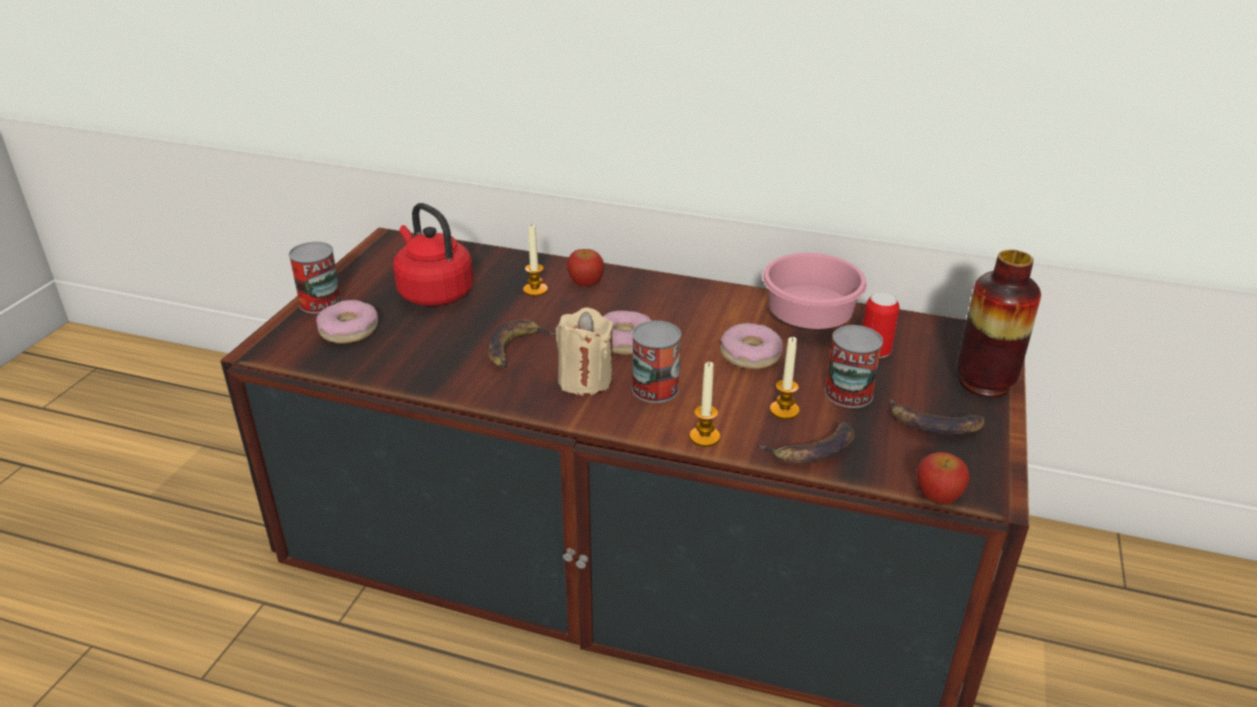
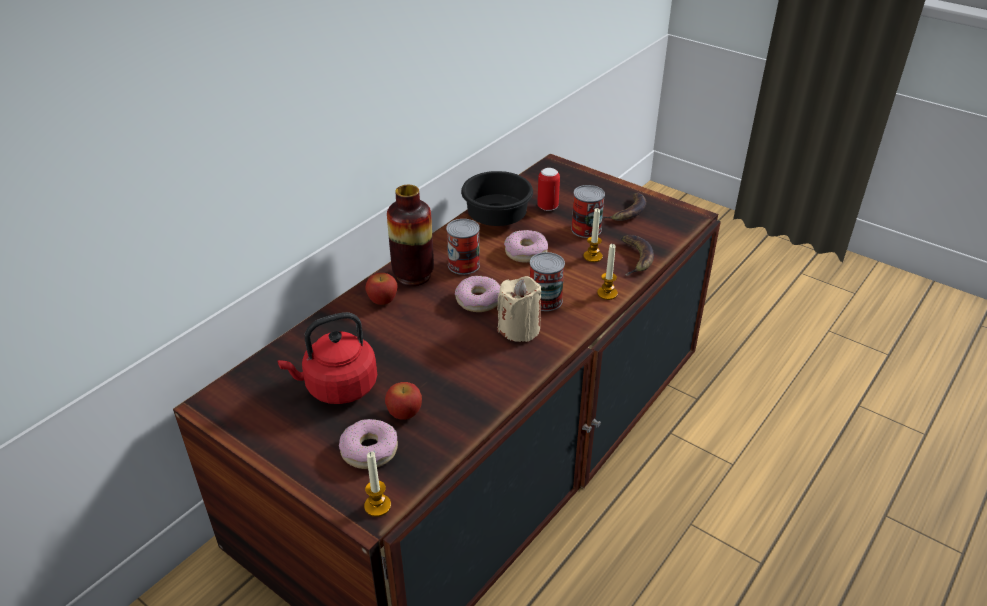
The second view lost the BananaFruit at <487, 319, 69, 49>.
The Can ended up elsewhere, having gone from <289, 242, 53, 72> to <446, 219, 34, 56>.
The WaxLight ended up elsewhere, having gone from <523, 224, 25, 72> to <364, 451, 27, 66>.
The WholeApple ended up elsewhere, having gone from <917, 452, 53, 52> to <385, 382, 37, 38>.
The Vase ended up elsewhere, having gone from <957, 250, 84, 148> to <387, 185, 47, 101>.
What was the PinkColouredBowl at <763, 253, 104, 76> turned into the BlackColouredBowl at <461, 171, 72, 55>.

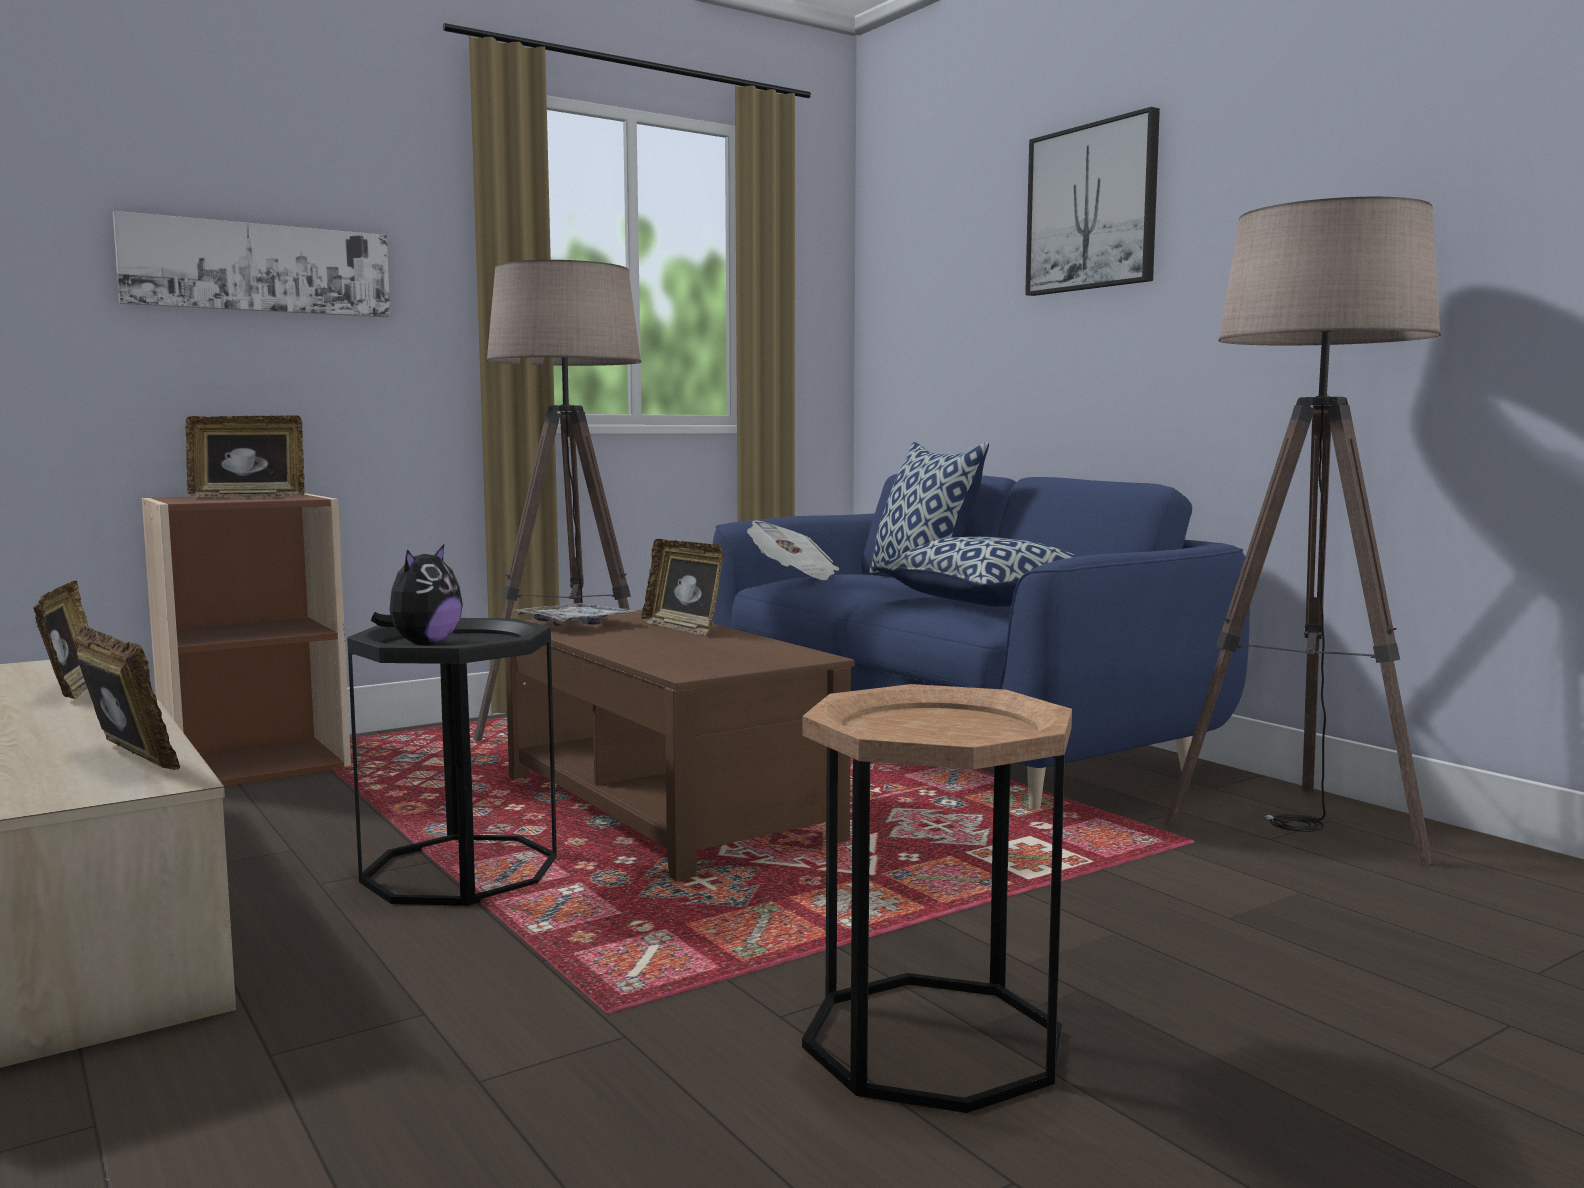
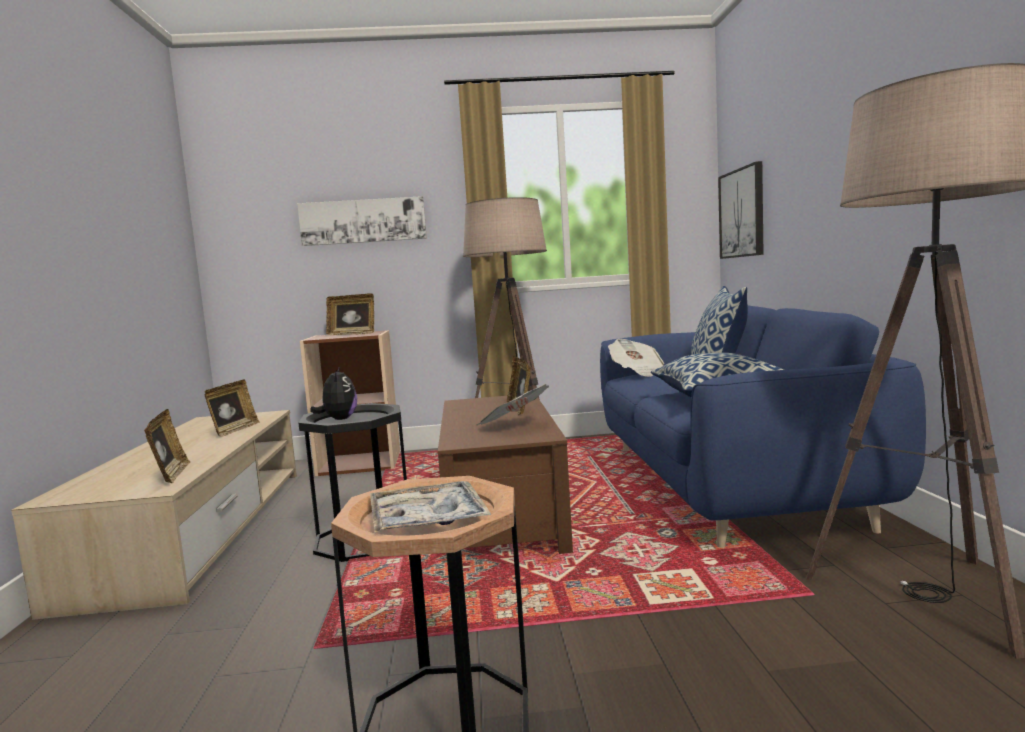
The second view gained the DailyPaper at <477, 384, 72, 41>.
The Tray ended up elsewhere, having gone from <514, 603, 123, 23> to <370, 481, 121, 52>.
The WallPicture ended up elsewhere, having gone from <1025, 107, 135, 189> to <718, 161, 46, 98>.
The CuddlyToy at <371, 545, 92, 100> ended up facing another way, 60 degrees counterclockwise from before.

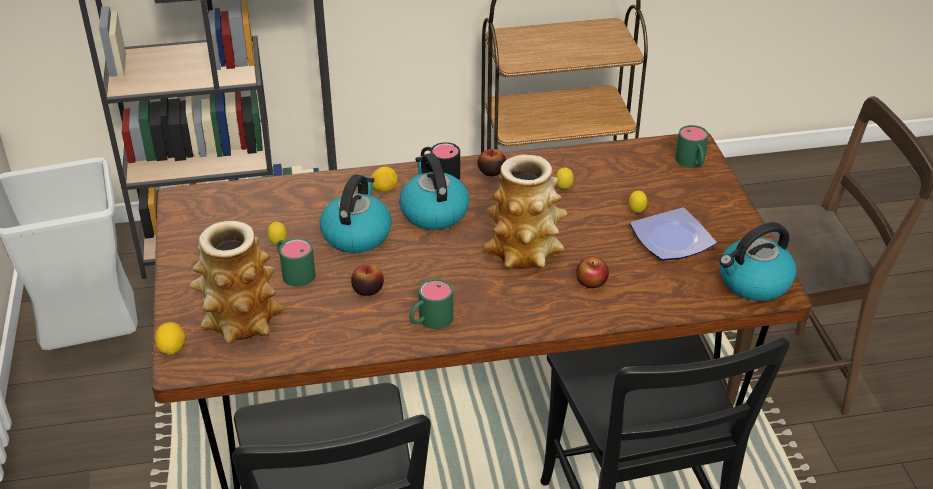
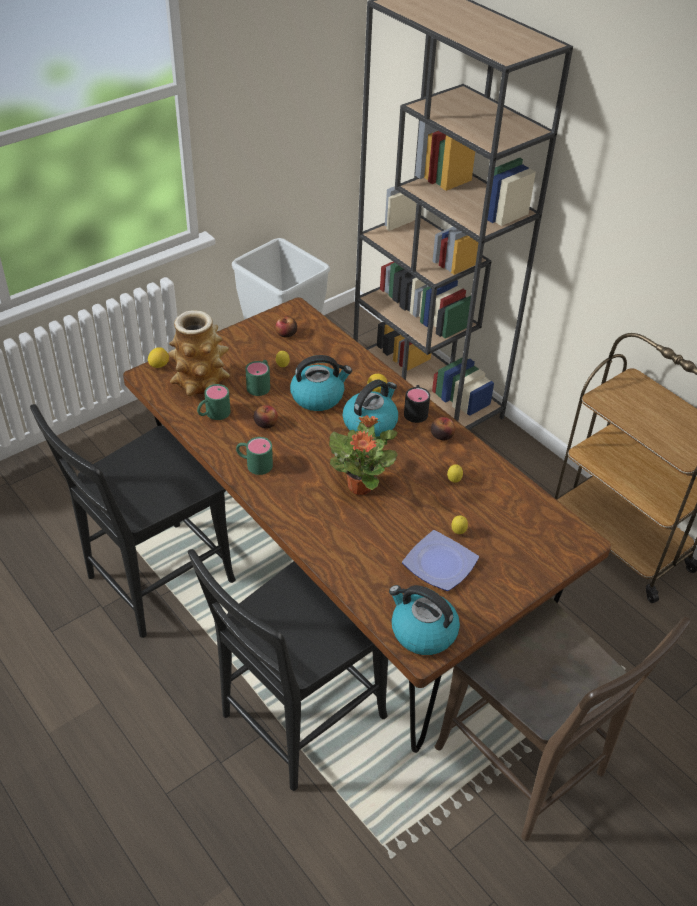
The WholeApple ended up elsewhere, having gone from <576, 257, 33, 31> to <275, 316, 22, 22>.
The GreenishTeaMug ended up elsewhere, having gone from <675, 125, 34, 43> to <197, 384, 33, 36>.
Where the Vase stood at <483, 154, 84, 115>, the Houseplant came to stand at <329, 415, 69, 80>.

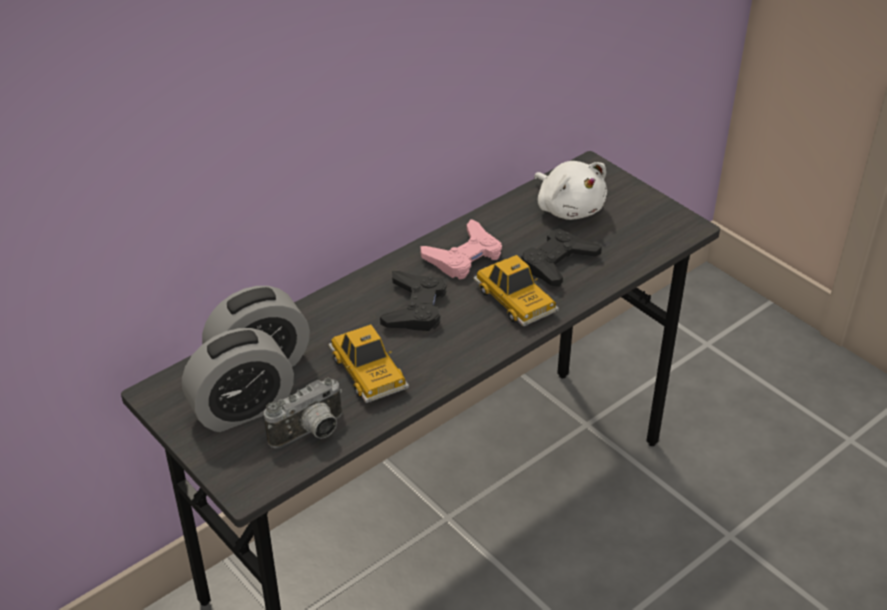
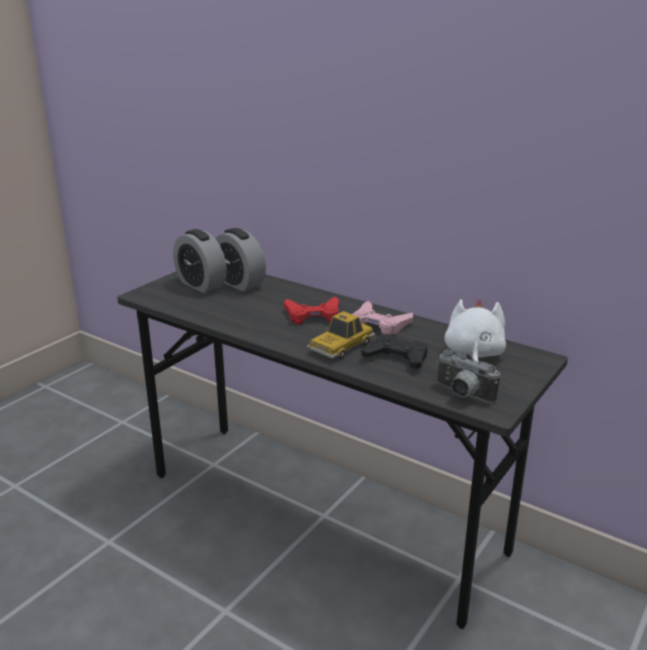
The second view lost the ModelCar at <328, 324, 81, 79>.
The StillCamera ended up elsewhere, having gone from <264, 378, 79, 70> to <437, 349, 63, 54>.
What was the BlackColouredJoypad at <380, 271, 67, 60> turned into the RedJoypad at <284, 296, 55, 29>.
The WhitishCuddlyToy at <534, 161, 73, 59> ended up facing another way, 150 degrees clockwise from before.

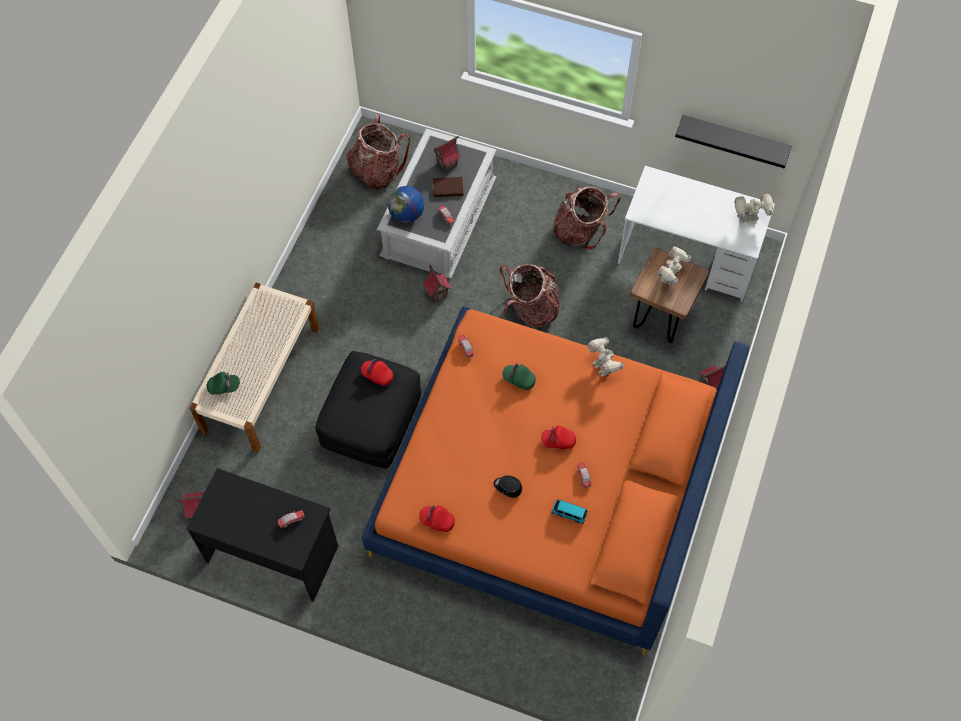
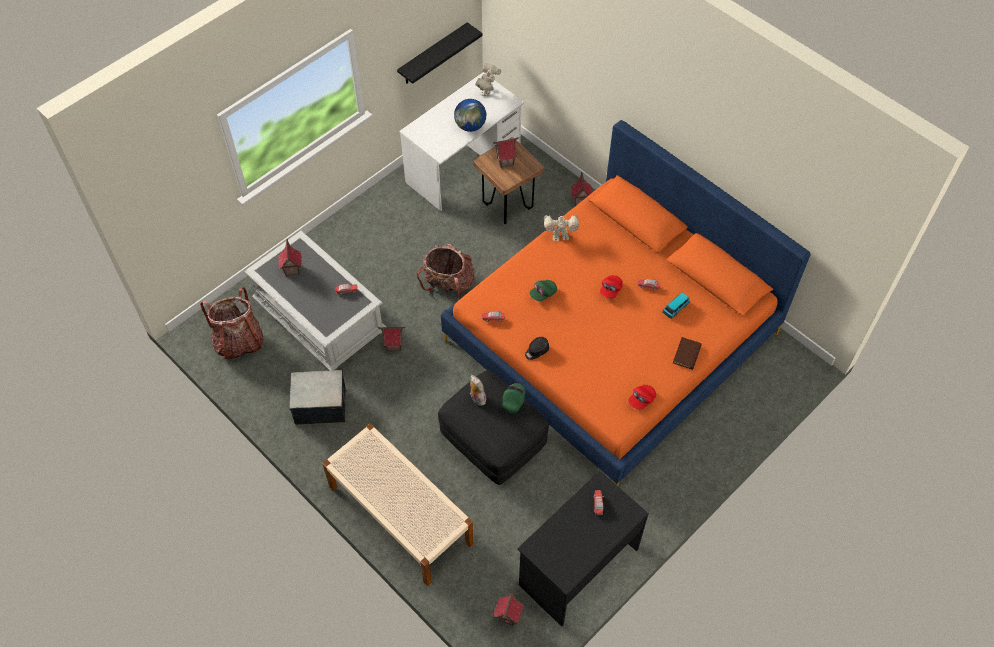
The second view lost the Backpack at <553, 186, 67, 64>.
The second view gained the StorageBox at <289, 370, 57, 55>.
The GreenishPeakedCap ended up elsewhere, having gone from <207, 372, 33, 23> to <502, 383, 24, 30>.
The Globe ended up elsewhere, having gone from <388, 186, 36, 37> to <454, 99, 32, 33>.
The BrownBoundBook ended up elsewhere, having gone from <433, 177, 31, 20> to <673, 337, 29, 33>.
The BlackColouredPeakedCap ended up elsewhere, having gone from <494, 475, 28, 23> to <525, 337, 24, 23>.
Where the RedPeakedCap stood at <361, 359, 32, 27>, the CuddlyToy came to stand at <470, 375, 16, 31>.
Where the RobotFigure stood at <657, 246, 34, 39>, the ModelHouse came to stand at <493, 137, 26, 31>.

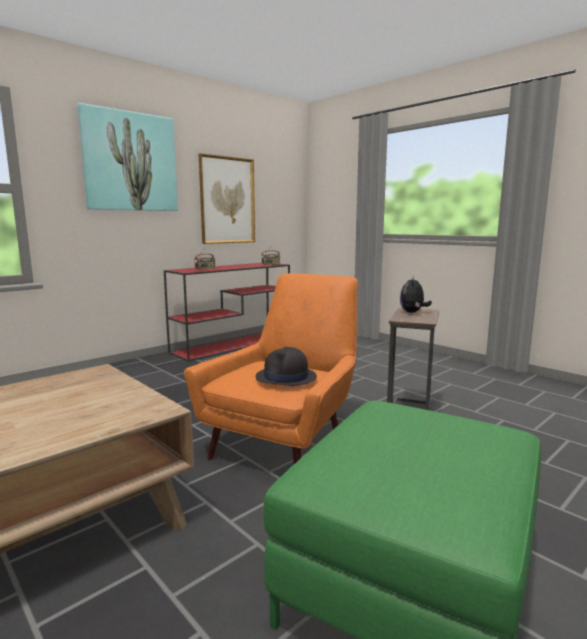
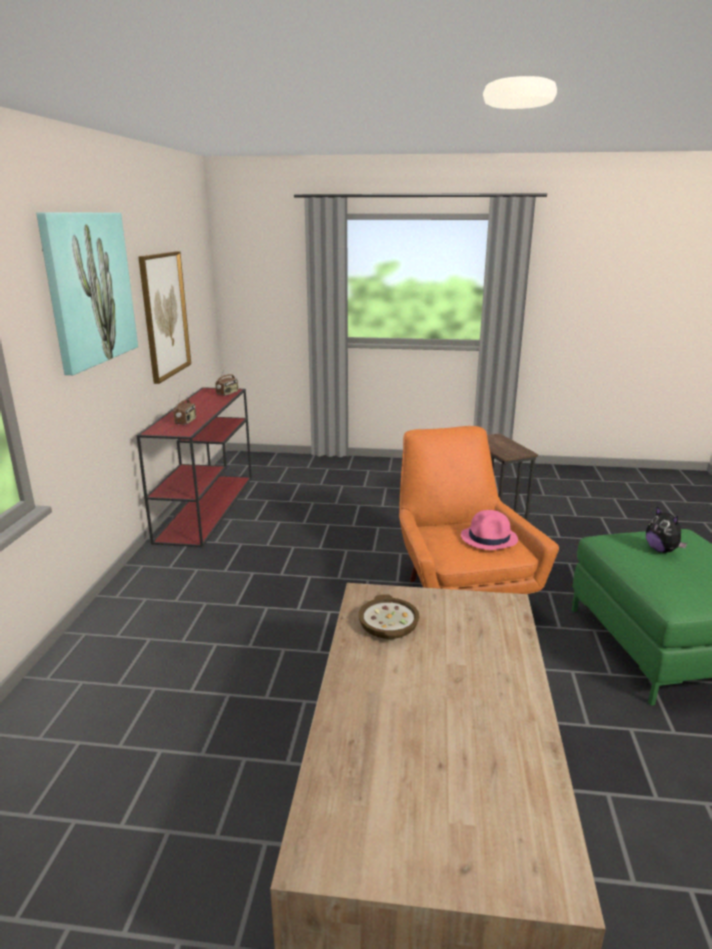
The second view gained the Bowl at <359, 594, 60, 45>.
The CuddlyToy ended up elsewhere, having gone from <400, 277, 32, 36> to <646, 506, 42, 47>.
What was the BlackColouredWearableHat at <255, 347, 62, 39> turned into the PinkColouredWearableHat at <461, 510, 57, 40>.

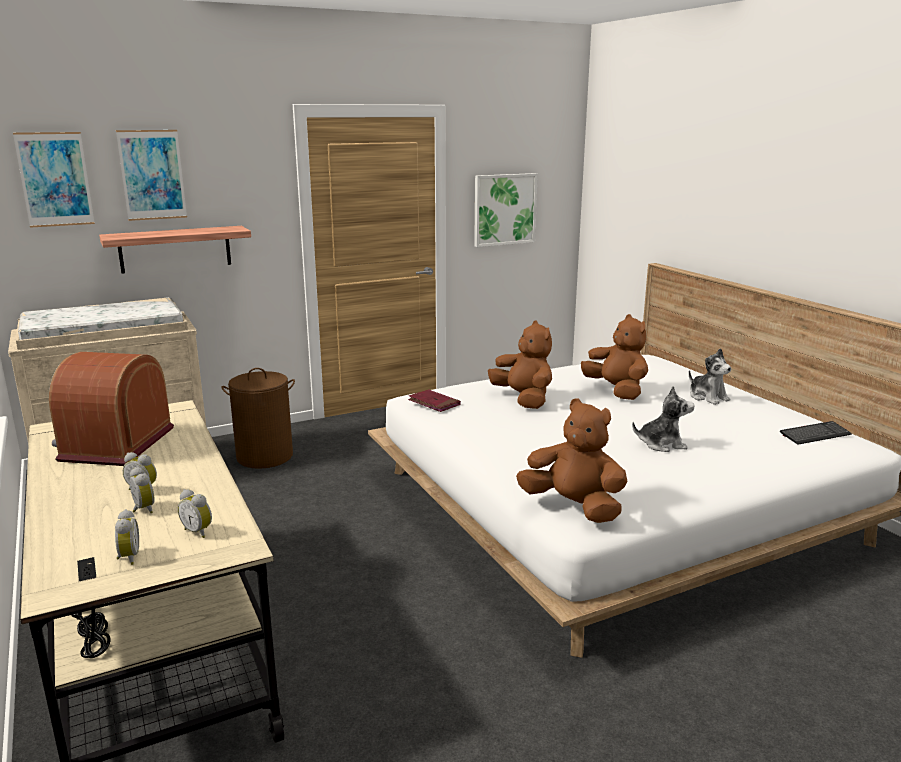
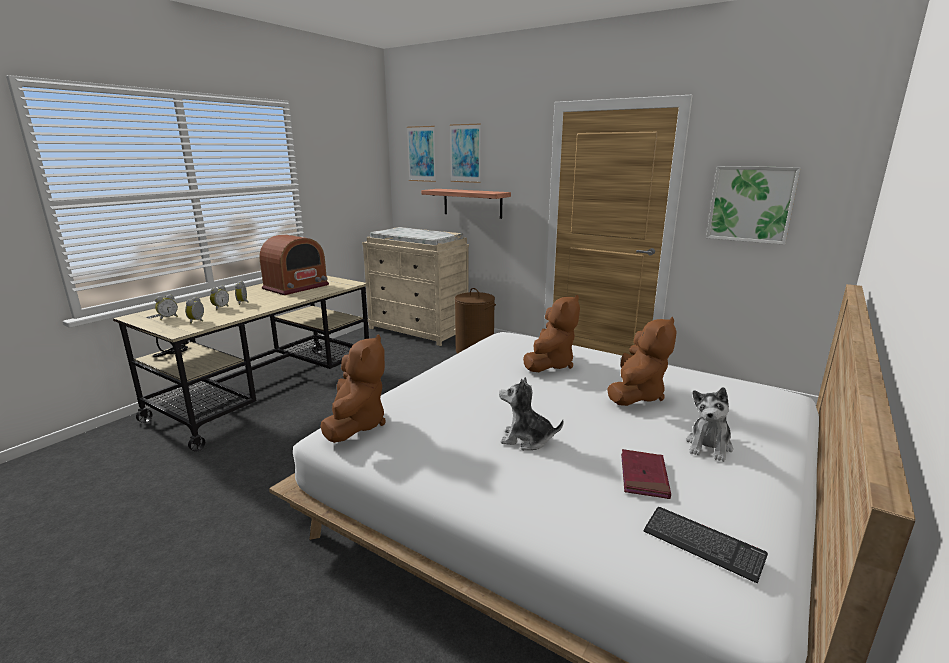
The RedBoundBook ended up elsewhere, having gone from <408, 389, 53, 23> to <621, 449, 50, 50>.
The Radio at <49, 352, 125, 114> ended up facing another way, 150 degrees clockwise from before.
The CuddlyToy at <632, 386, 63, 66> ended up facing another way, 135 degrees clockwise from before.

